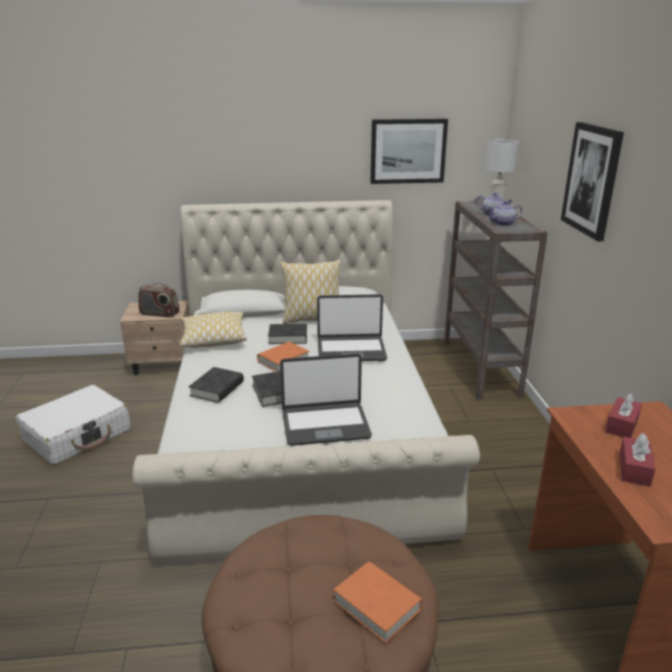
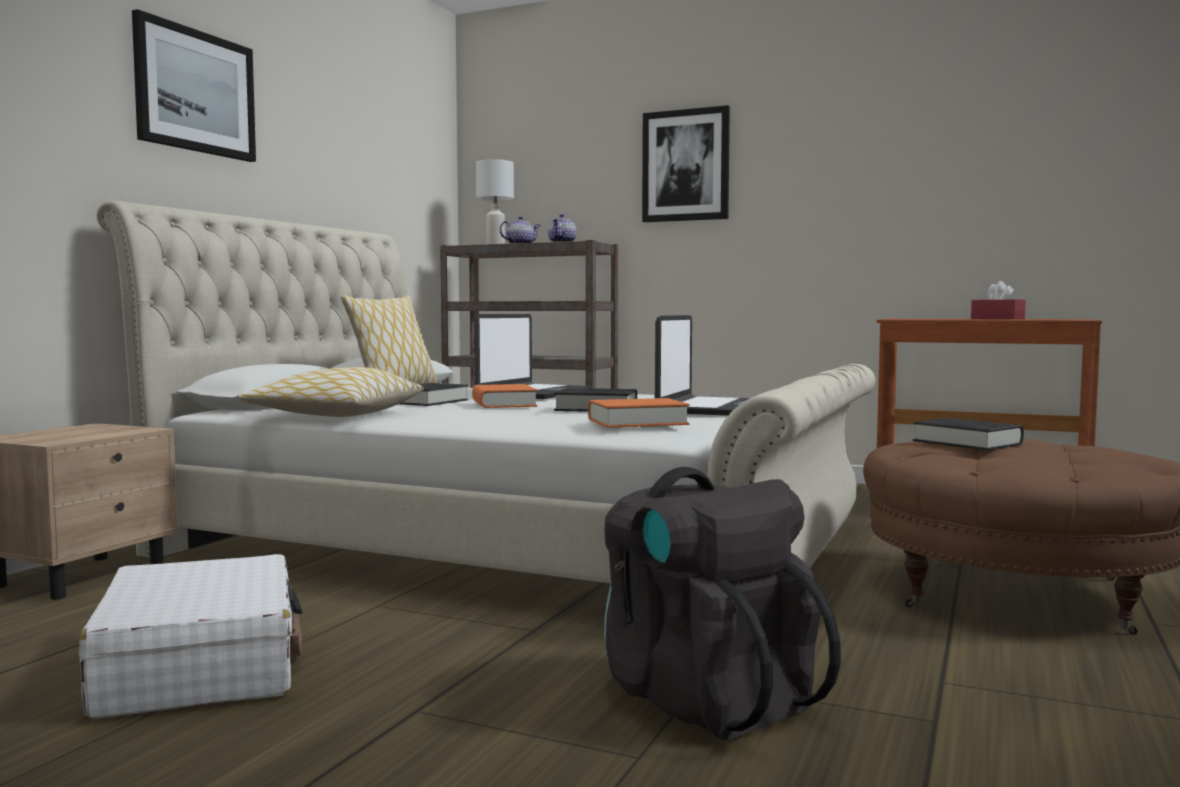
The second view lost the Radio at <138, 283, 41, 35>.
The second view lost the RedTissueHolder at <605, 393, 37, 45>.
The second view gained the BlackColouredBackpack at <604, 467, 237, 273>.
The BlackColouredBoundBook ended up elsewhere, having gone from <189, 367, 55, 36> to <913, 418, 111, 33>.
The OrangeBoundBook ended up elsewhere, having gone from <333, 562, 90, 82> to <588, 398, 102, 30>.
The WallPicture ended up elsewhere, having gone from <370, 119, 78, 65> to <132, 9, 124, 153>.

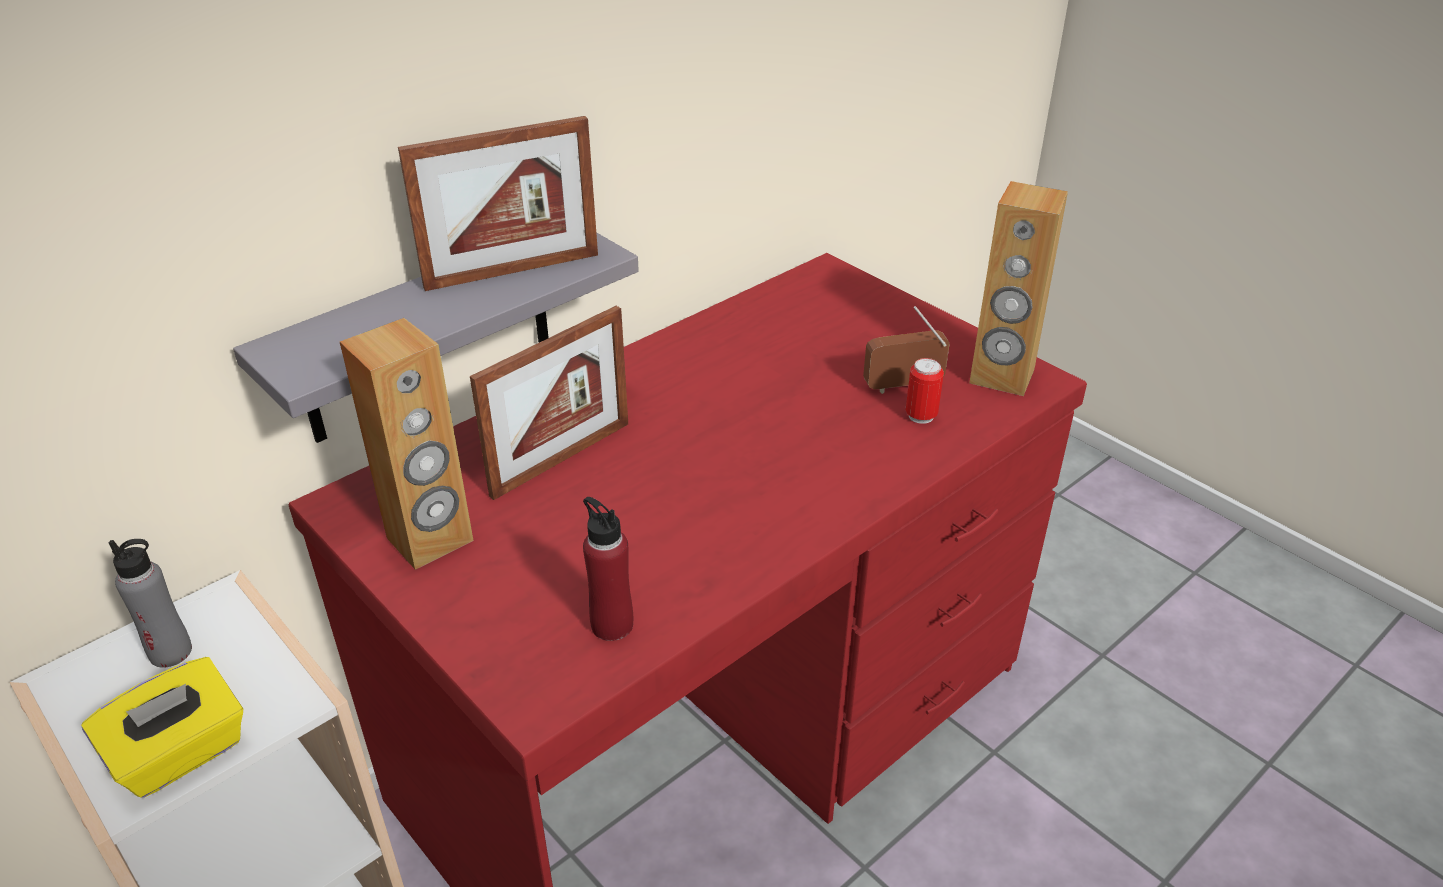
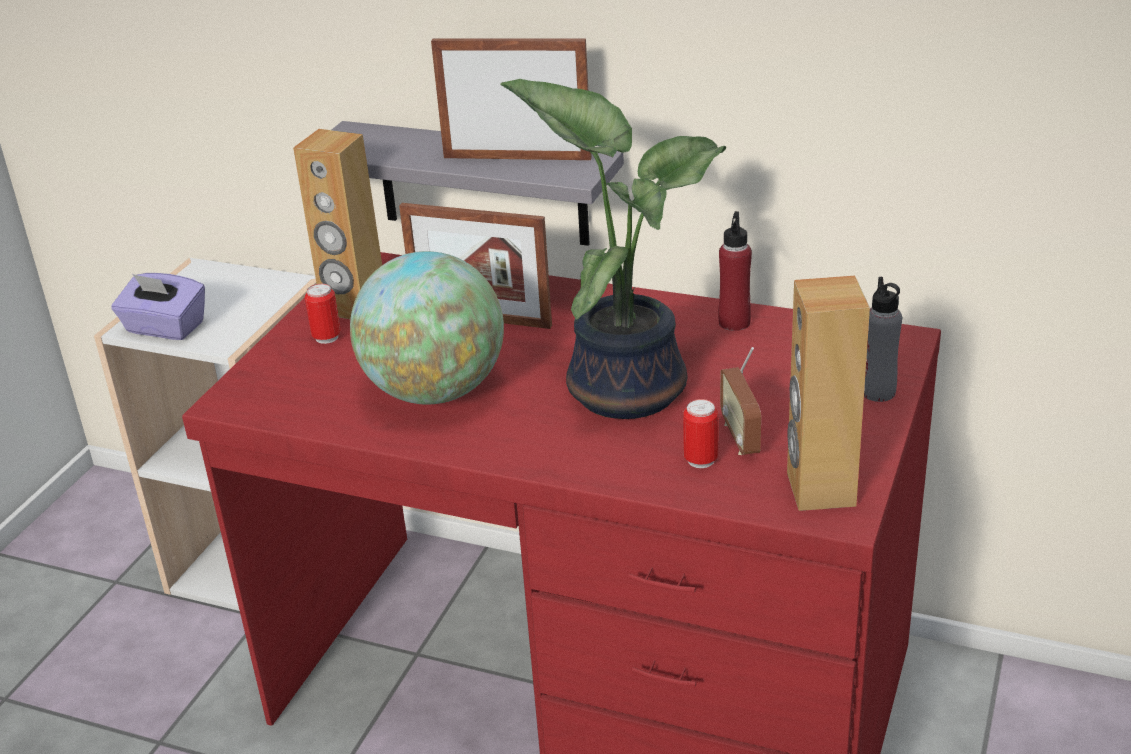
The second view gained the Can at <305, 284, 36, 60>.
The second view gained the Globe at <350, 251, 154, 154>.
The second view gained the Houseplant at <500, 79, 226, 340>.
The GrayBottle ended up elsewhere, having gone from <109, 539, 83, 129> to <864, 276, 38, 126>.
The RedBottle ended up elsewhere, having gone from <583, 497, 50, 144> to <718, 211, 34, 120>.
What was the YellowishTissueHolder at <81, 657, 162, 141> turned into the PurplishTissueHolder at <111, 273, 94, 67>.
The StandingFrame at <398, 116, 200, 175> ended up facing another way, 150 degrees clockwise from before.
The Radio at <863, 306, 87, 88> ended up facing another way, 150 degrees counterclockwise from before.

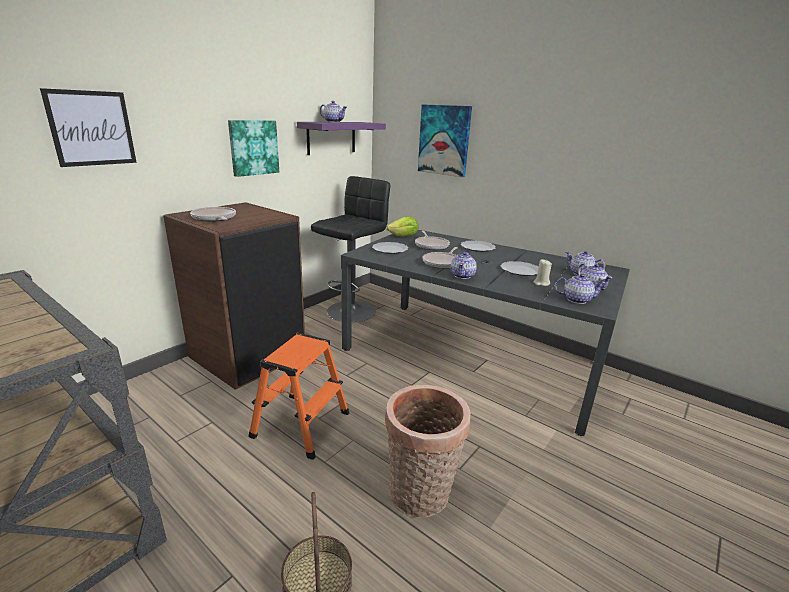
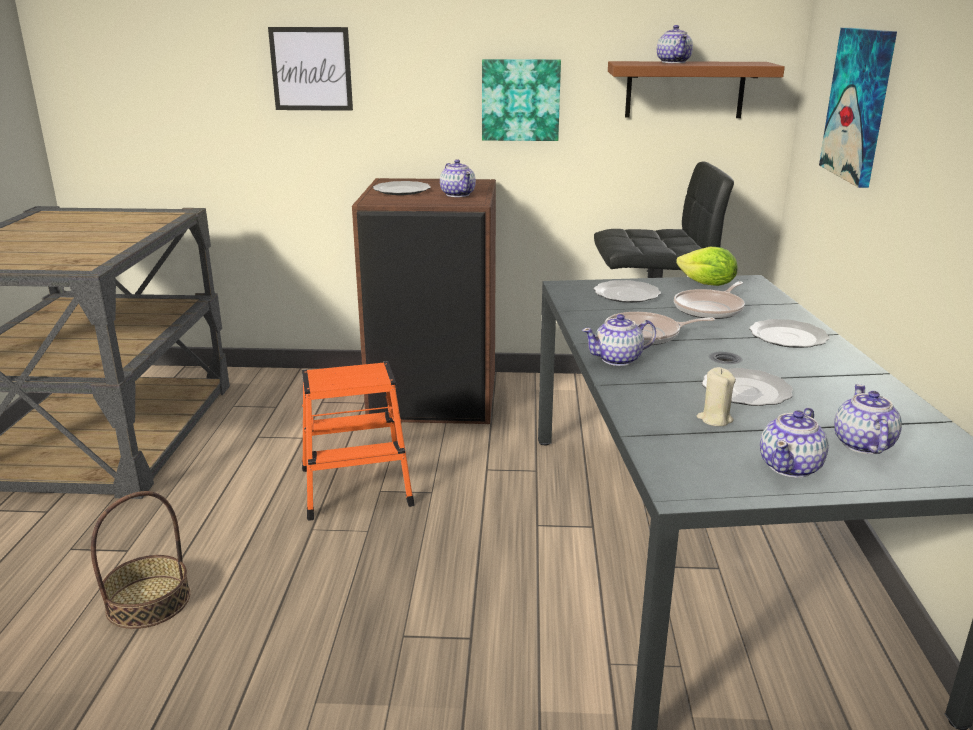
The second view lost the Basket at <385, 384, 86, 134>.
The TeaPot ended up elsewhere, having gone from <555, 274, 52, 30> to <440, 159, 36, 38>.
Where the FryingPan stood at <190, 207, 46, 15>, the Plate came to stand at <373, 181, 58, 14>.
What was the PurplishShelf at <297, 122, 89, 33> turned into the BrownShelf at <608, 61, 177, 57>.

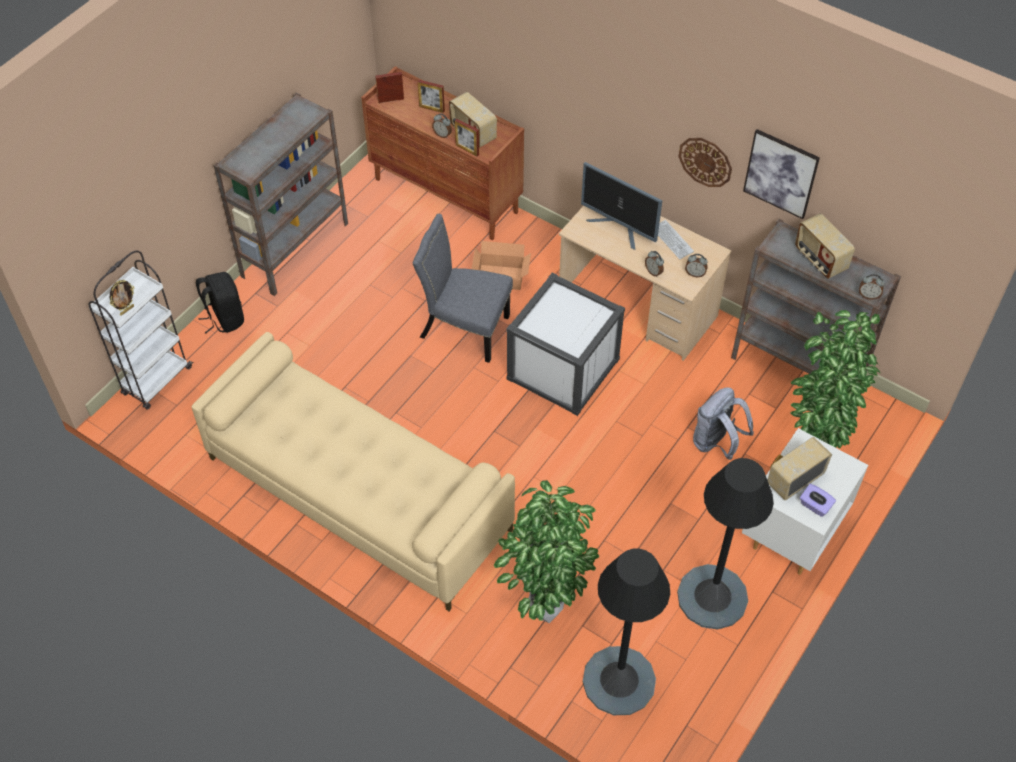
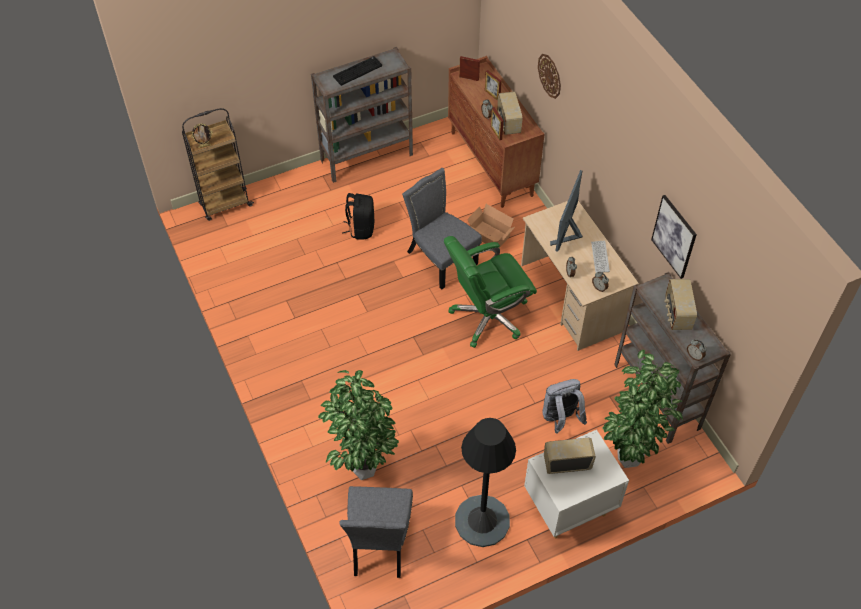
The second view lost the SandColouredSofa at <192, 332, 323, 279>.
The second view lost the PurplishTissueHolder at <800, 484, 36, 33>.
The second view gained the PcKeyboard at <333, 56, 49, 30>.
The BlackColouredBackpack ended up elsewhere, having gone from <196, 272, 48, 61> to <342, 193, 32, 47>.
The ClockOnTheWall ended up elsewhere, having gone from <678, 138, 54, 49> to <538, 54, 23, 45>.
Where the WhitishStorageBox stood at <506, 273, 119, 143>, the GreenishDeskChair came to stand at <444, 236, 93, 112>.
Where the BlackColouredStandardLamp stood at <583, 549, 87, 166>, the GrayUprightChair came to stand at <339, 486, 74, 92>.
What was the WhitishTrolley at <89, 250, 104, 160> turned into the BrownTrolley at <182, 108, 73, 113>.
The Monitor at <581, 162, 81, 88> ended up facing another way, 45 degrees clockwise from before.

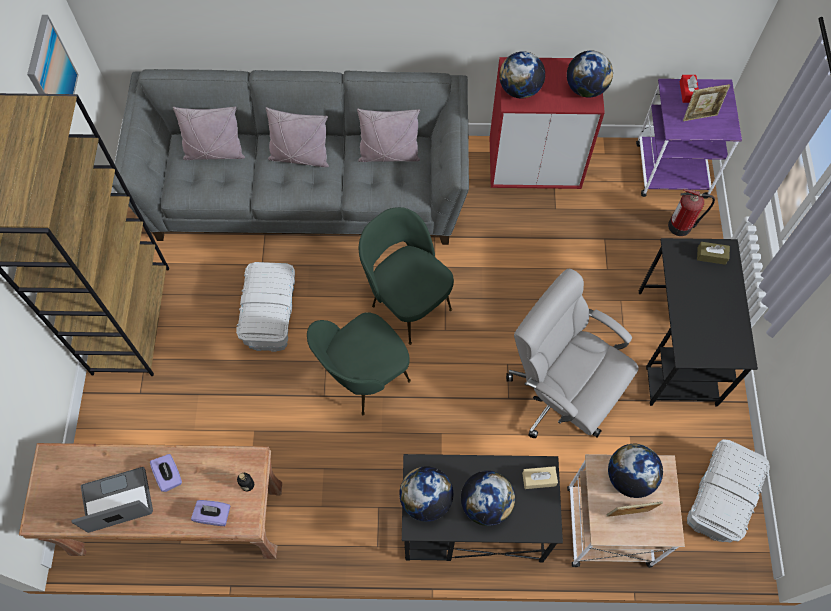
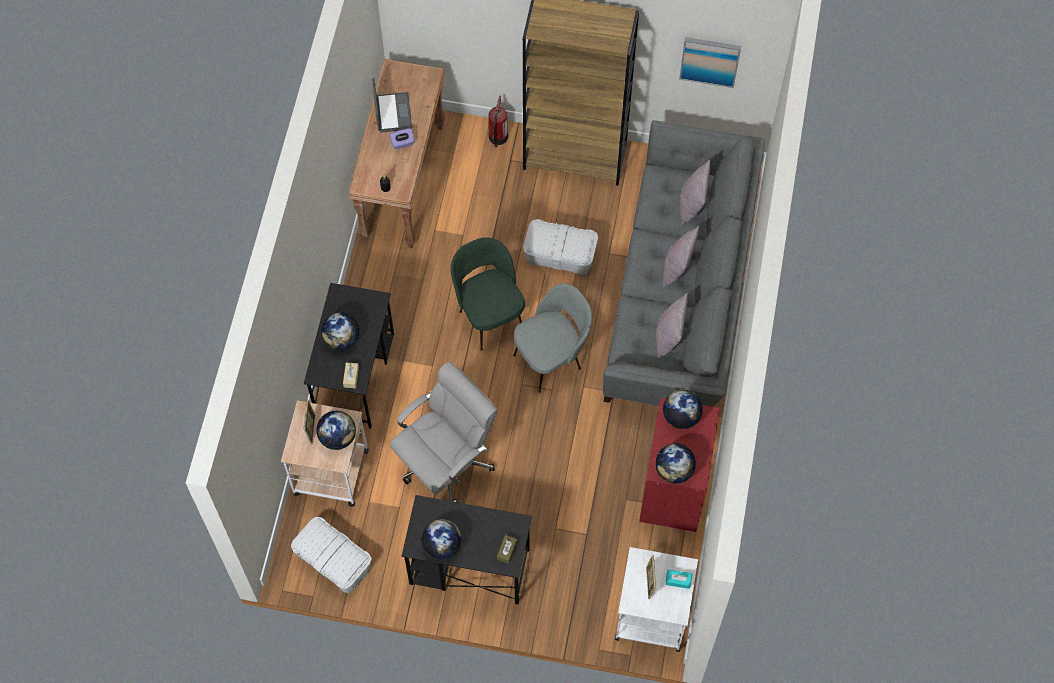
The second view lost the PurplishTissueHolder at <191, 500, 39, 26>.
The Globe ended up elsewhere, having gone from <399, 466, 54, 56> to <421, 519, 41, 40>.
The Extinguisher ended up elsewhere, having gone from <668, 189, 47, 47> to <488, 96, 20, 51>.
What was the GreenishUprightChair at <359, 207, 95, 138> turned into the GrayUprightChair at <513, 284, 79, 109>.
What was the PurplishTrolley at <636, 79, 106, 120> turned into the WhitishTrolley at <615, 547, 83, 105>.
What was the RedTissueHolder at <680, 75, 19, 28> turned into the TurquoiseColouredTissueHolder at <665, 569, 27, 20>.

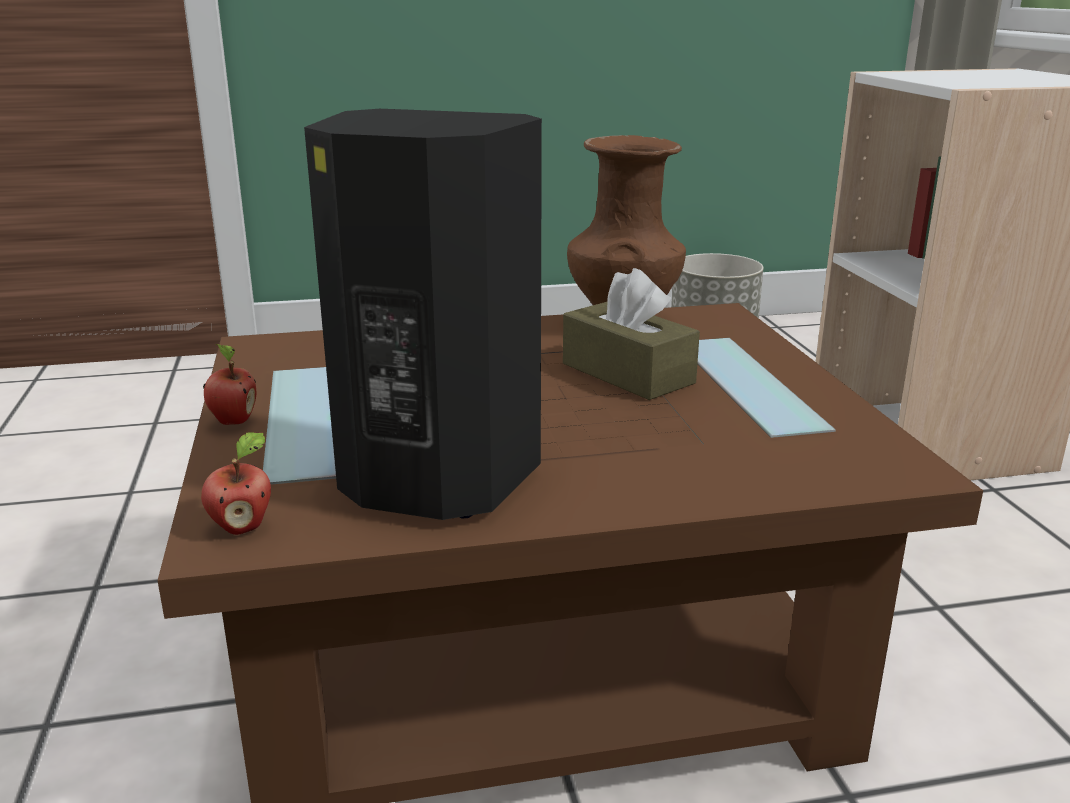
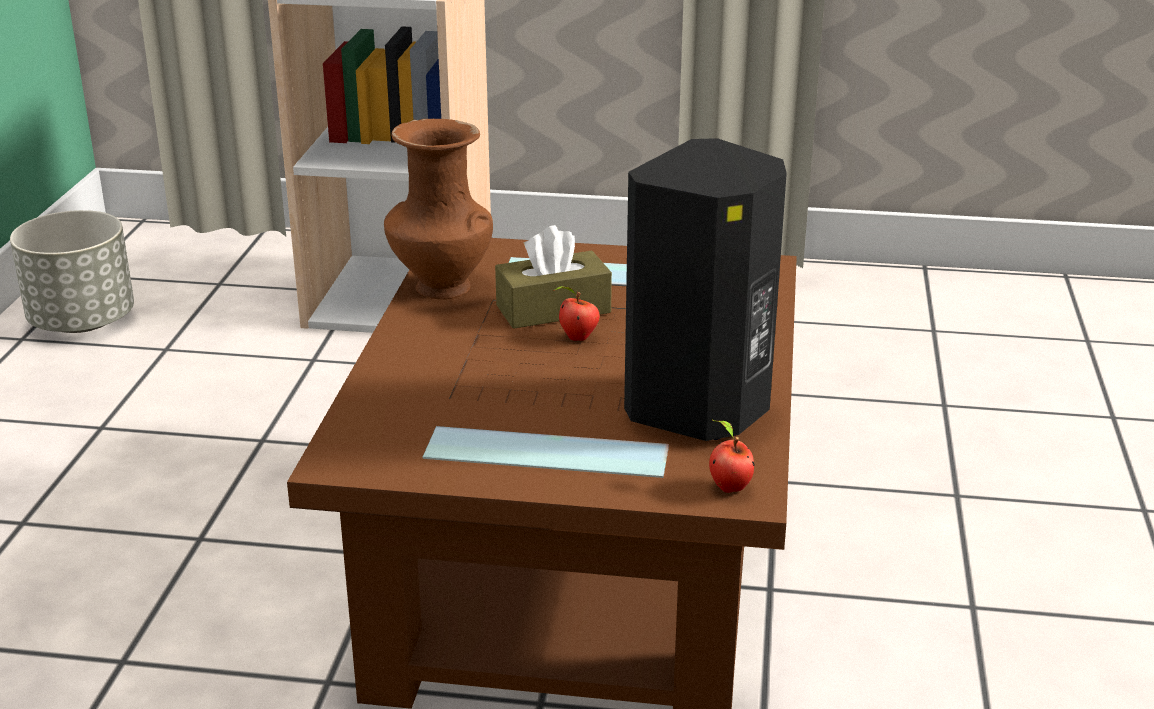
The WholeApple ended up elsewhere, having gone from <203, 344, 53, 81> to <555, 287, 45, 54>.

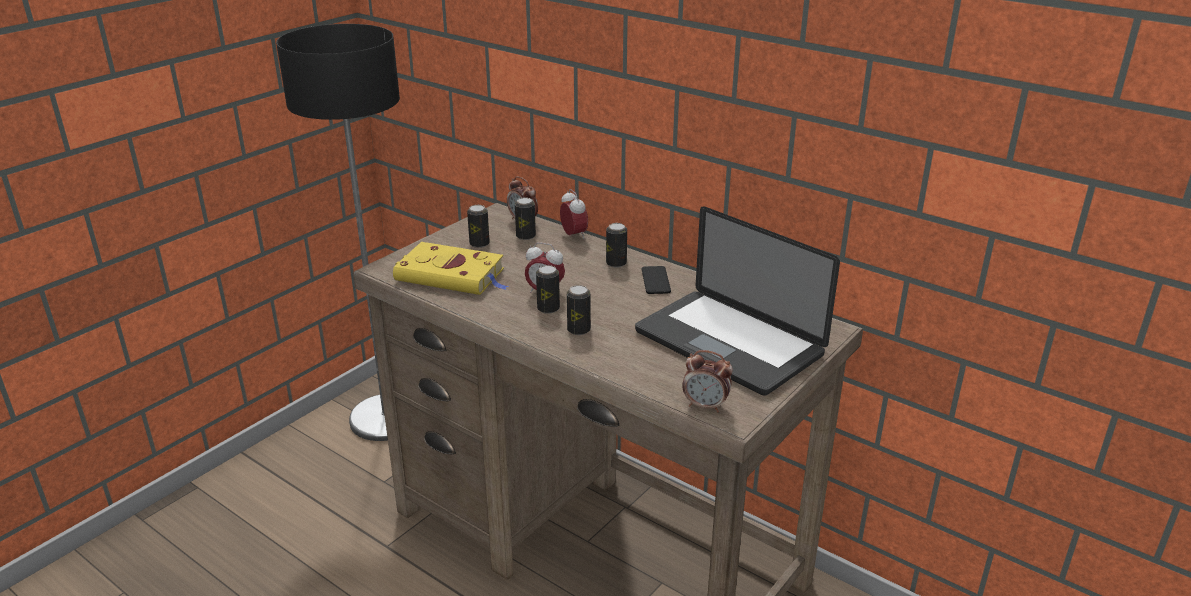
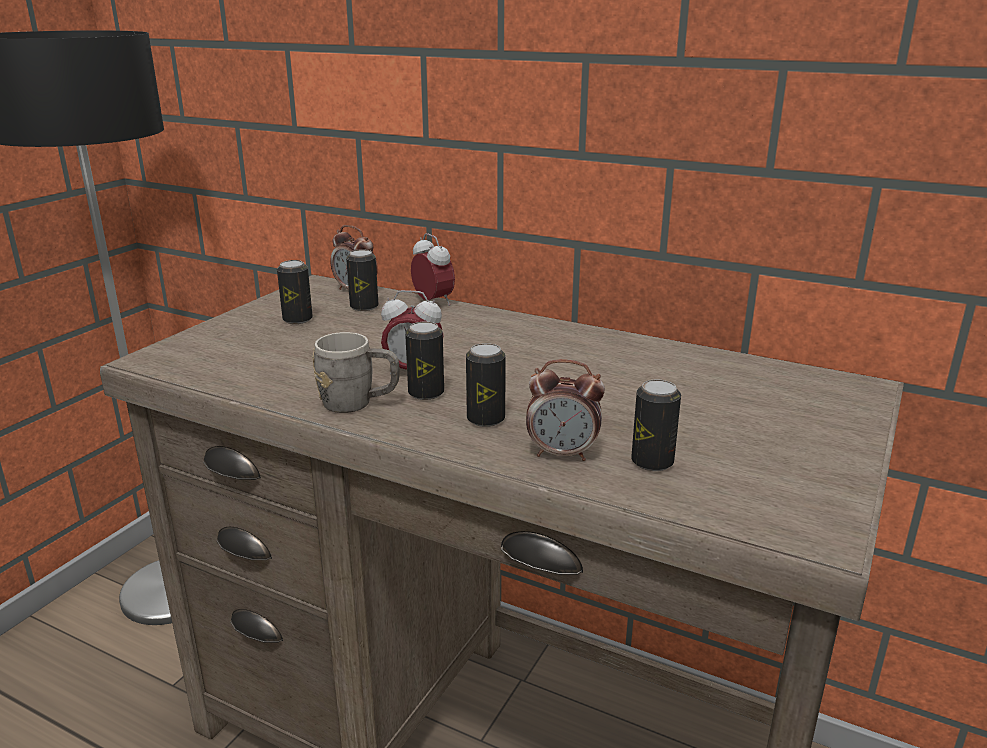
The second view lost the YellowishBoundBook at <393, 242, 116, 53>.
The second view lost the Laptop at <635, 206, 205, 189>.
The second view lost the Telephone at <642, 266, 29, 28>.
The second view gained the GrayTeaMug at <312, 332, 88, 81>.
The Can ended up elsewhere, having gone from <606, 223, 21, 45> to <631, 379, 50, 92>.
The AlarmClock ended up elsewhere, having gone from <682, 350, 51, 62> to <526, 359, 79, 102>.

